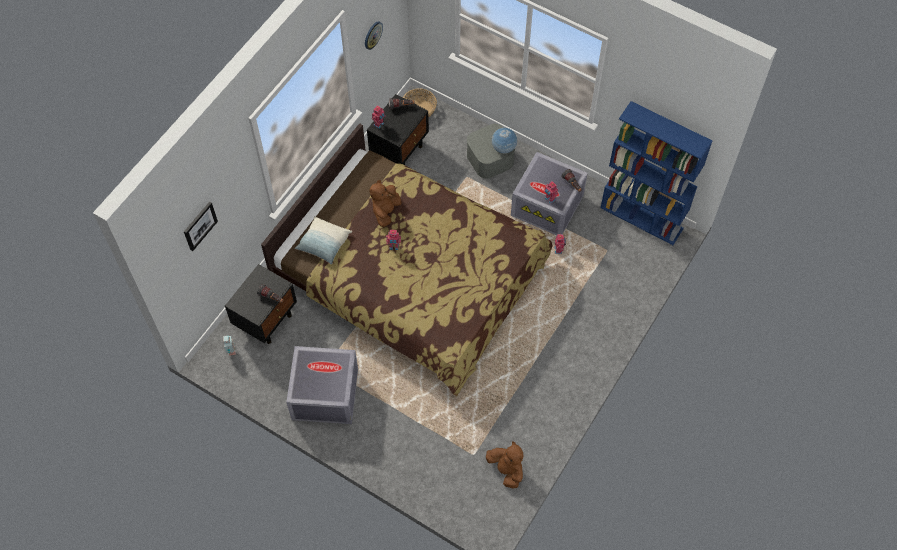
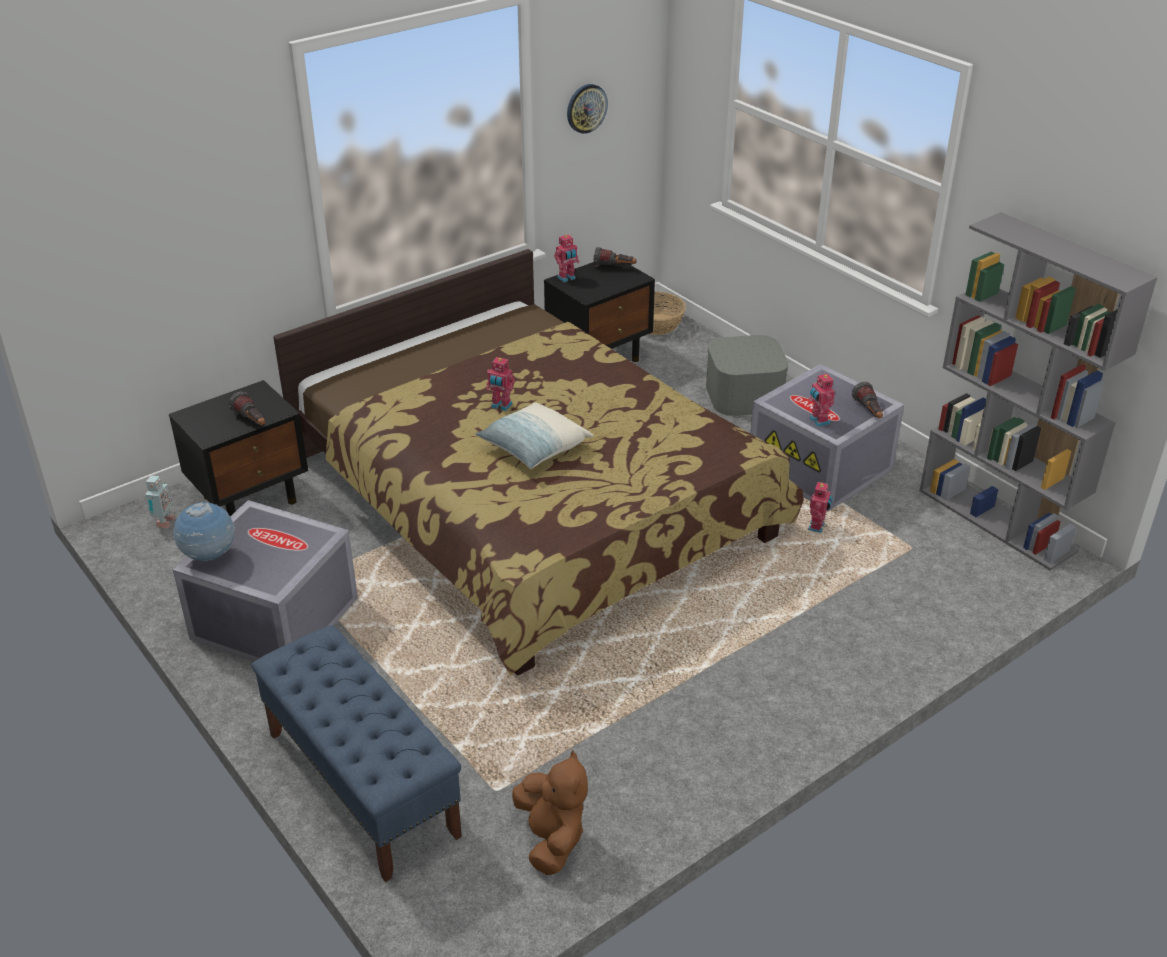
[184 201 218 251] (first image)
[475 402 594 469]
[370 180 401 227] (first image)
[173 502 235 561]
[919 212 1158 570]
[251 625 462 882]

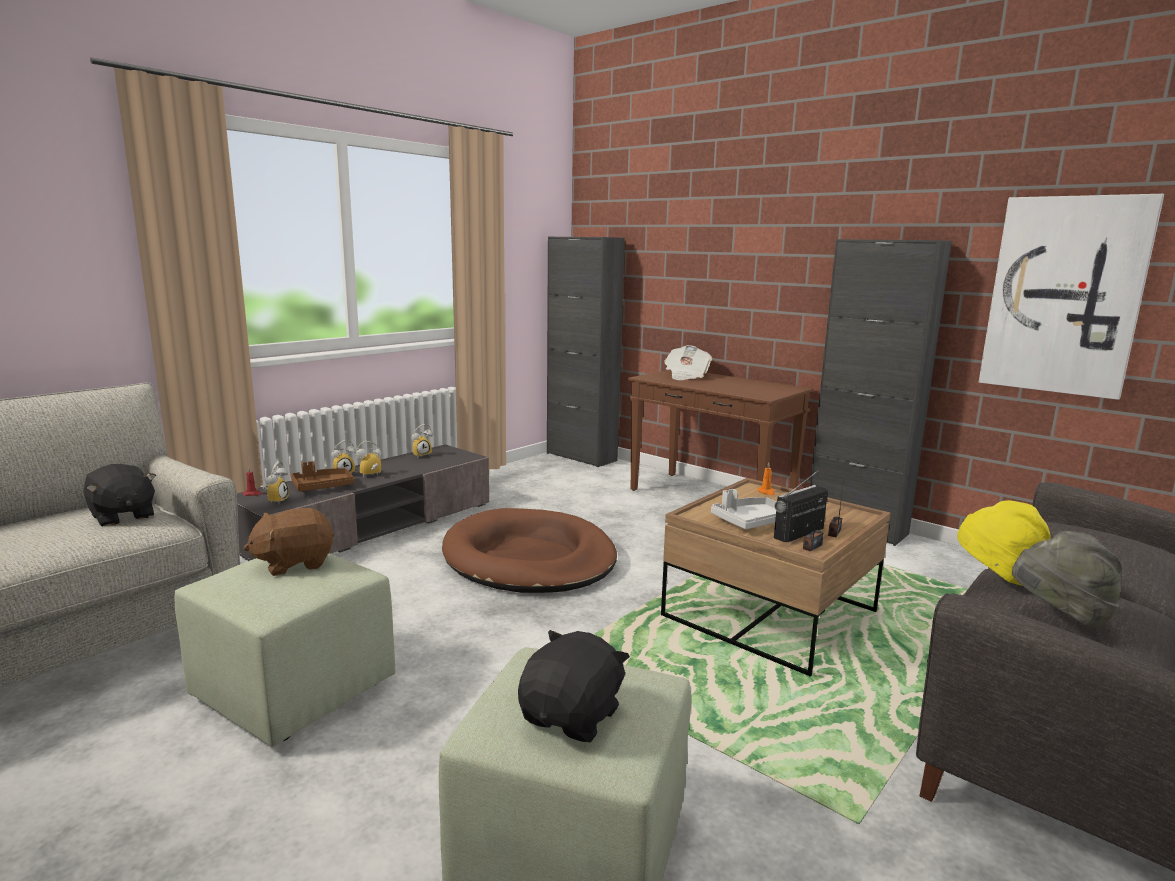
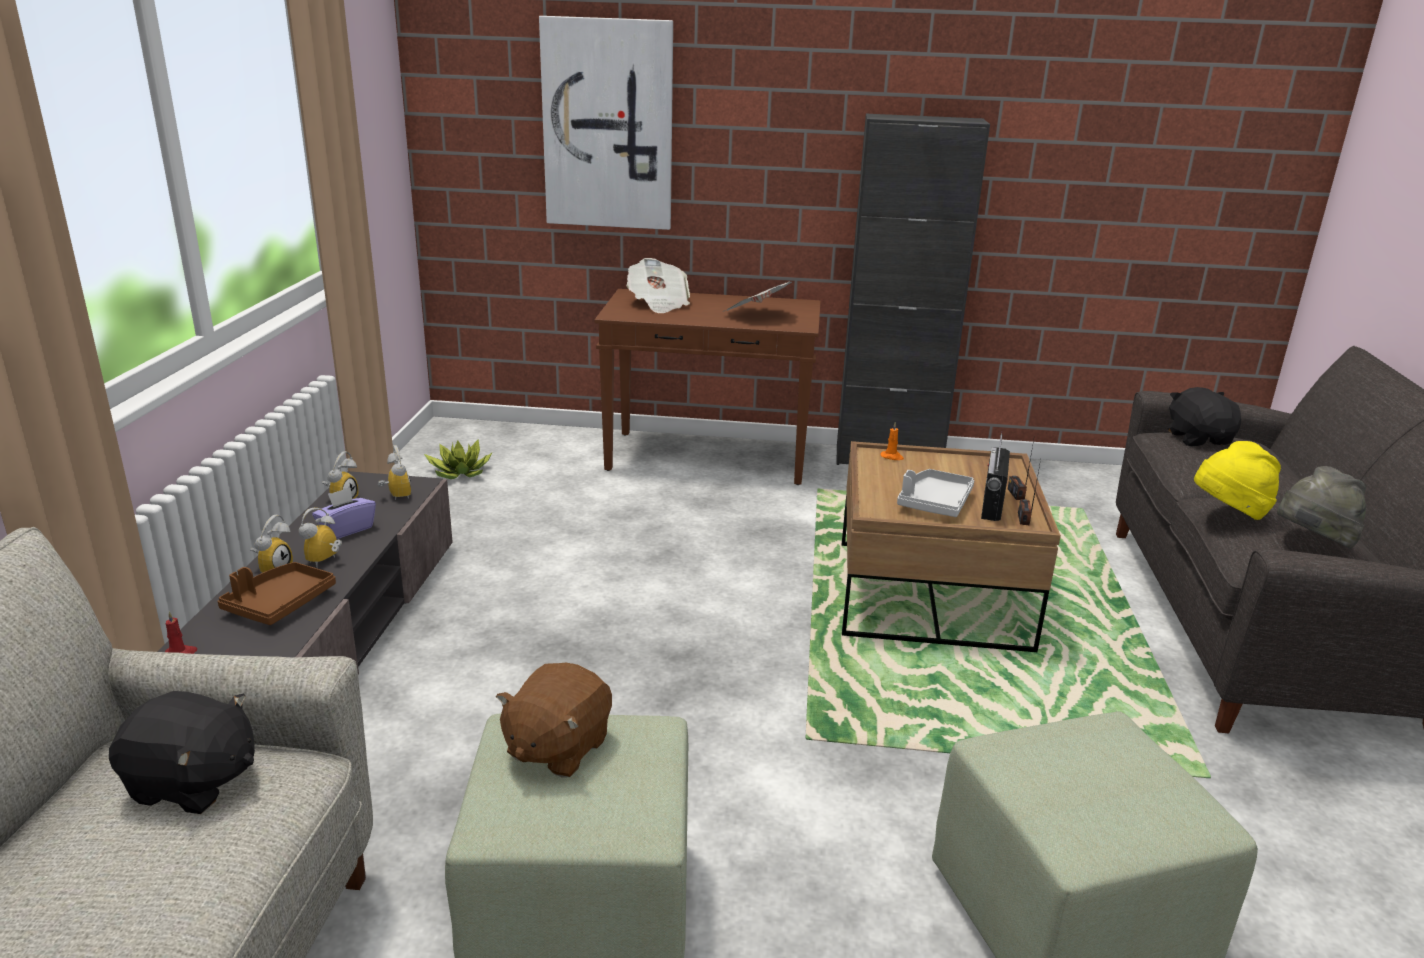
[378 445 411 500]
[442 508 617 593] (first image)
[1167 387 1241 446]
[547 237 625 467] (first image)
[539 16 673 230]
[312 488 376 539]
[424 440 492 479]
[724 282 792 311]

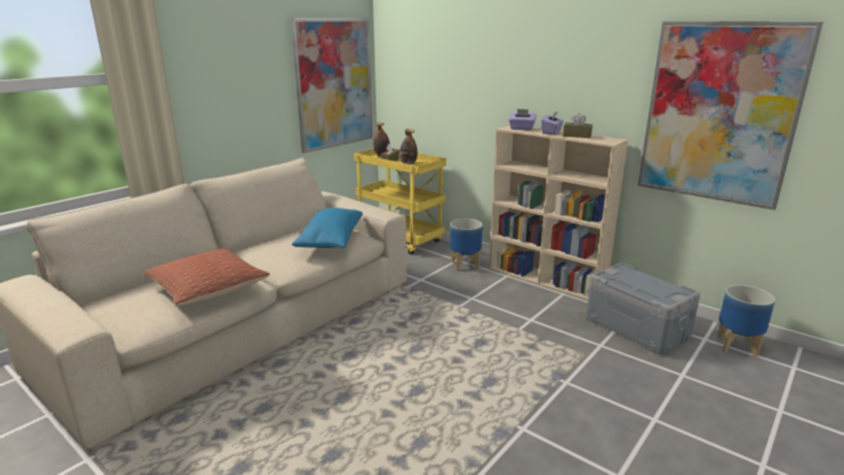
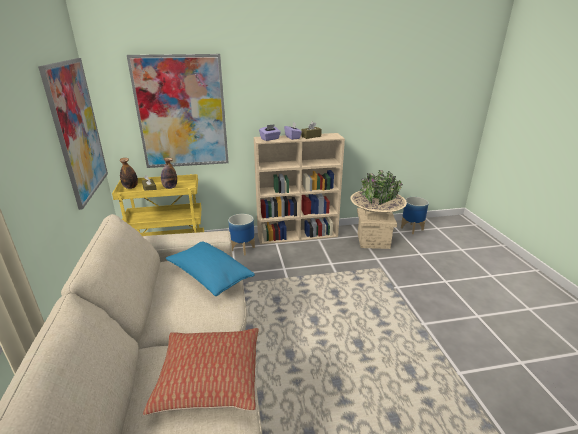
[351 170 407 249]
[127 54 229 168]

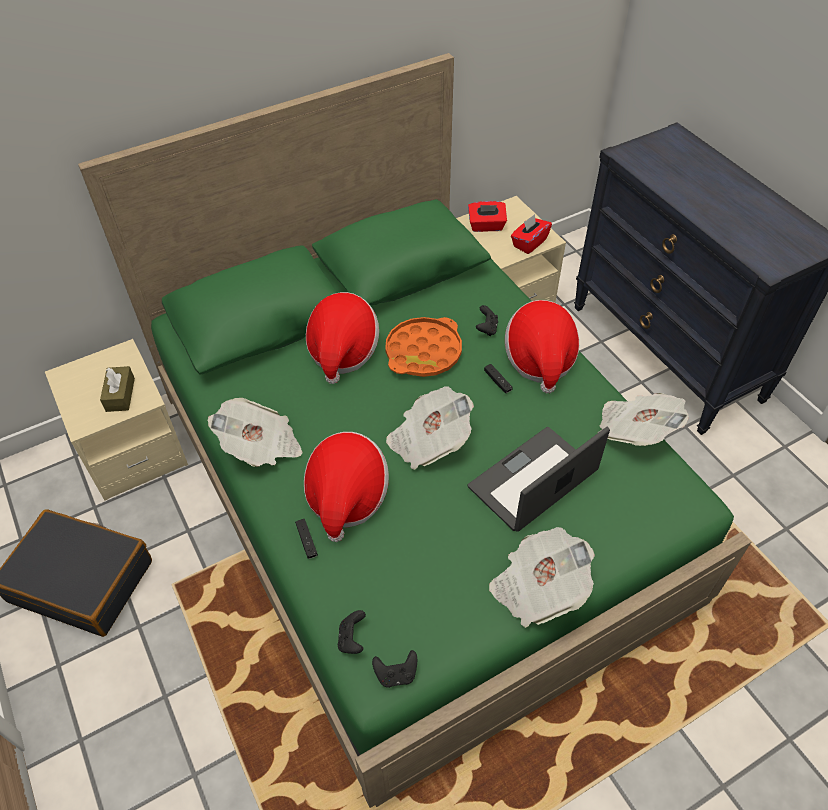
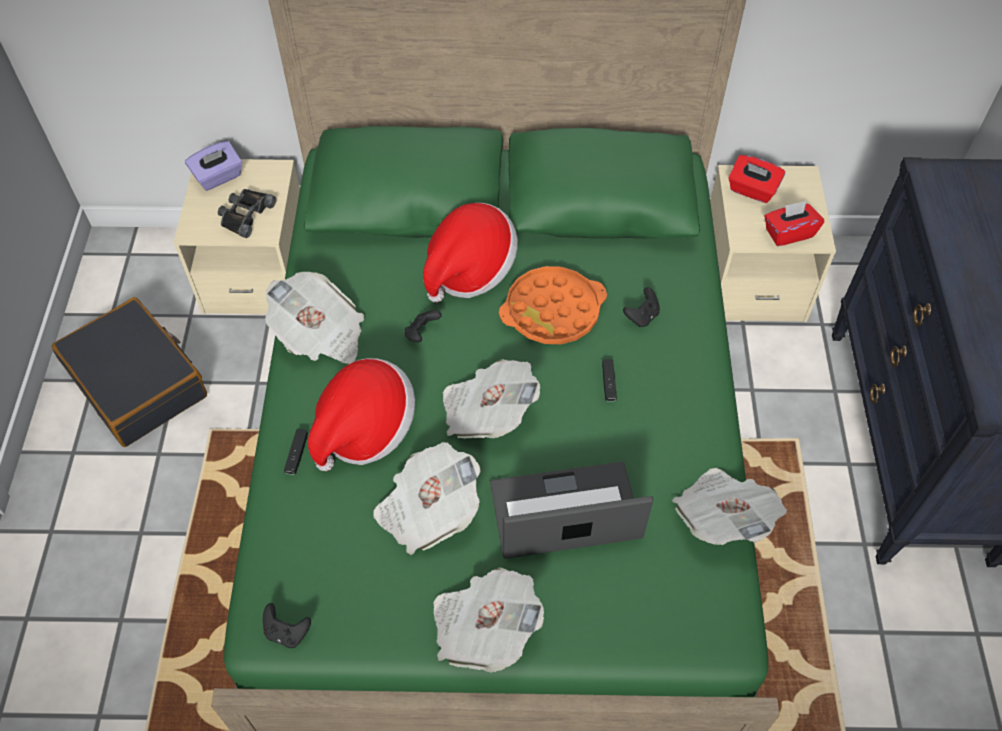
[218 189 276 238]
[405 310 441 342]
[505 300 579 393] (first image)
[185 141 242 191]
[374 442 481 555]

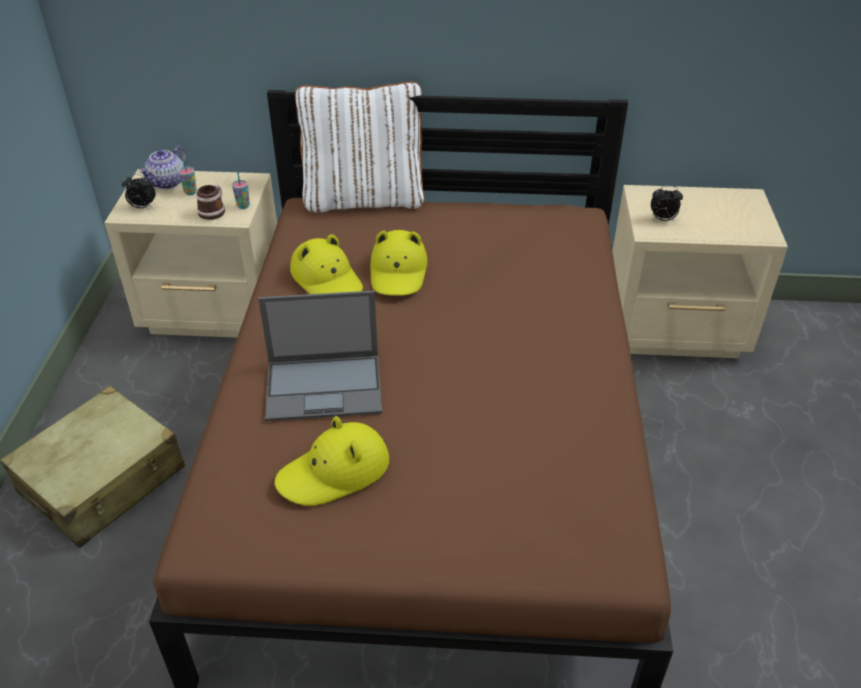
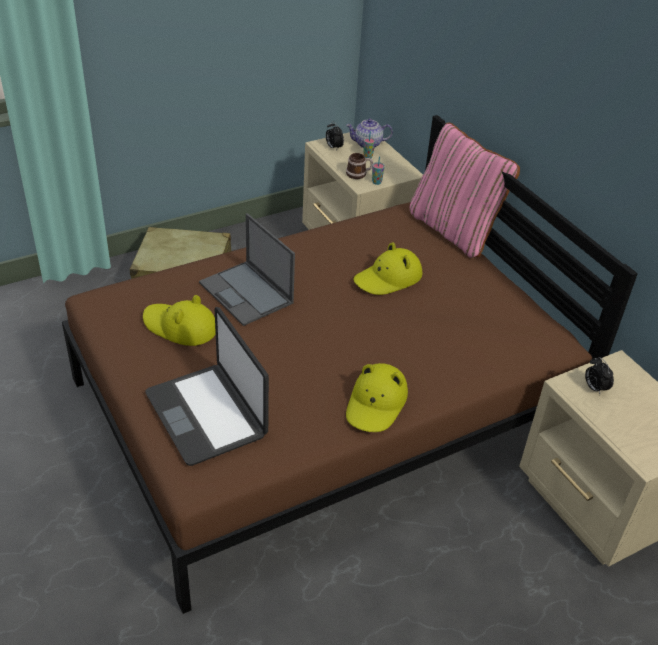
[346 363 408 432]
[410 123 520 258]
[145 307 269 466]

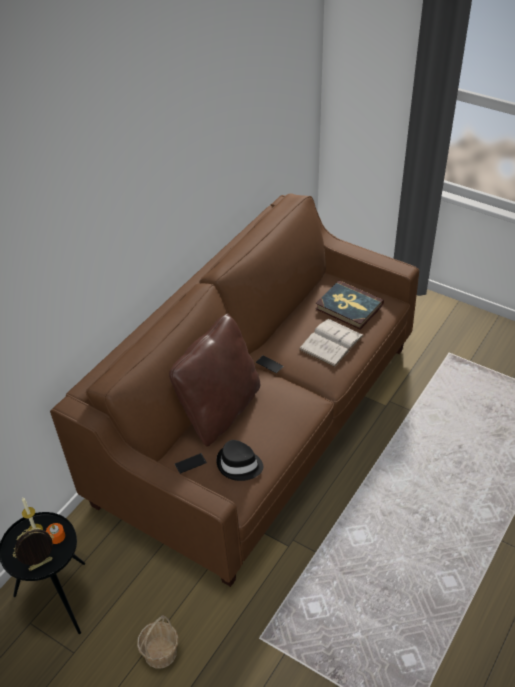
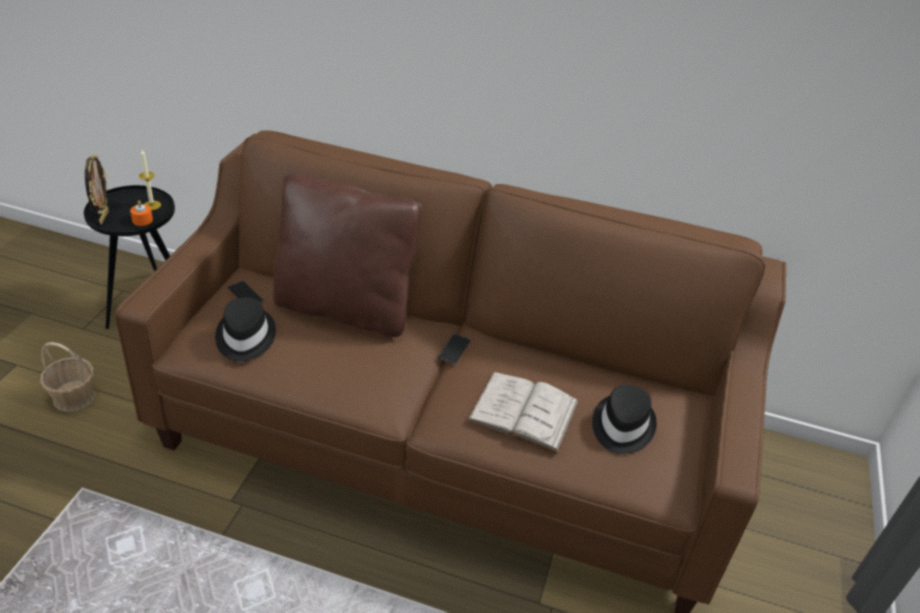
[85 154 109 224]
[592 385 657 454]

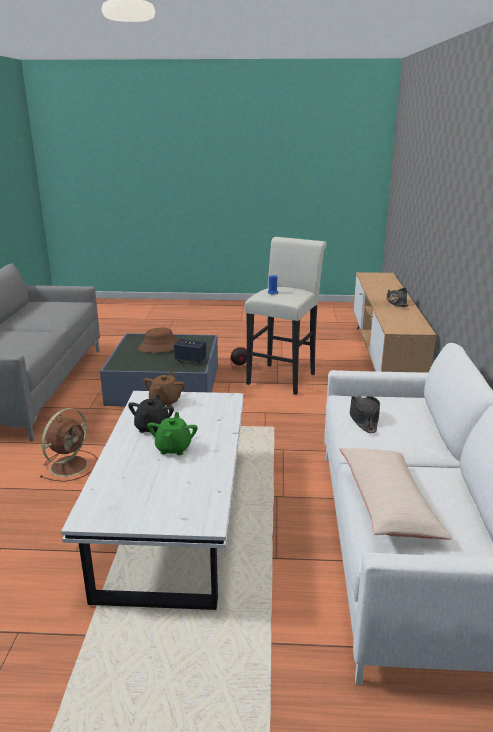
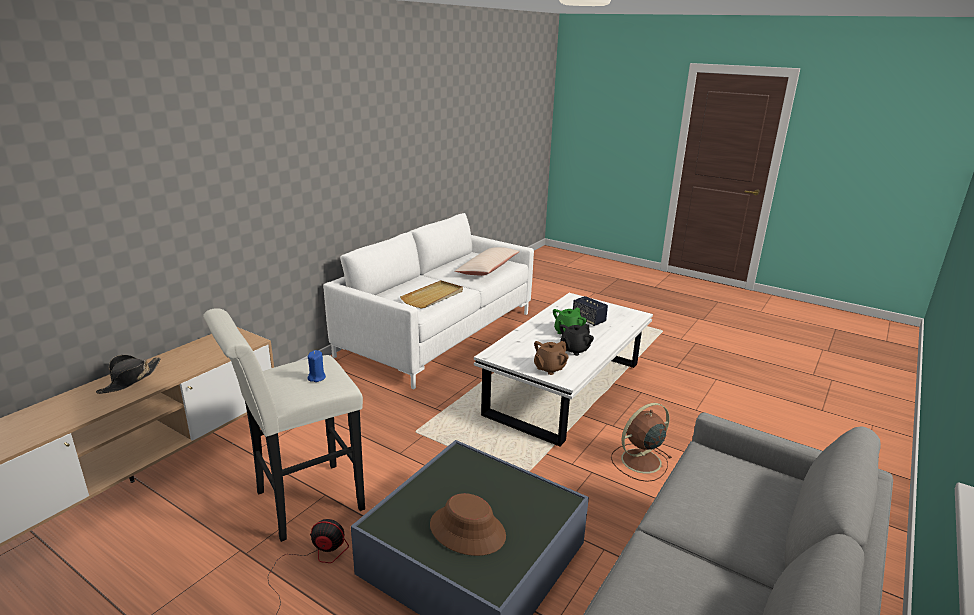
[573 296 608 326]
[400 280 463 308]

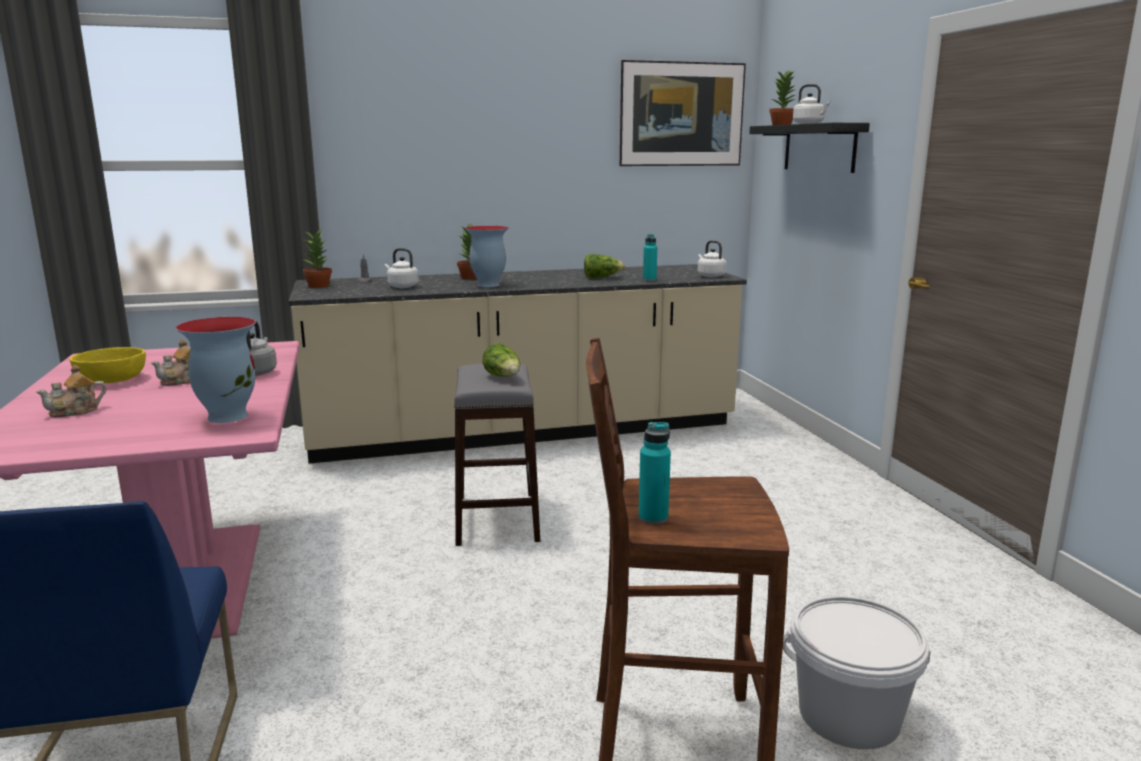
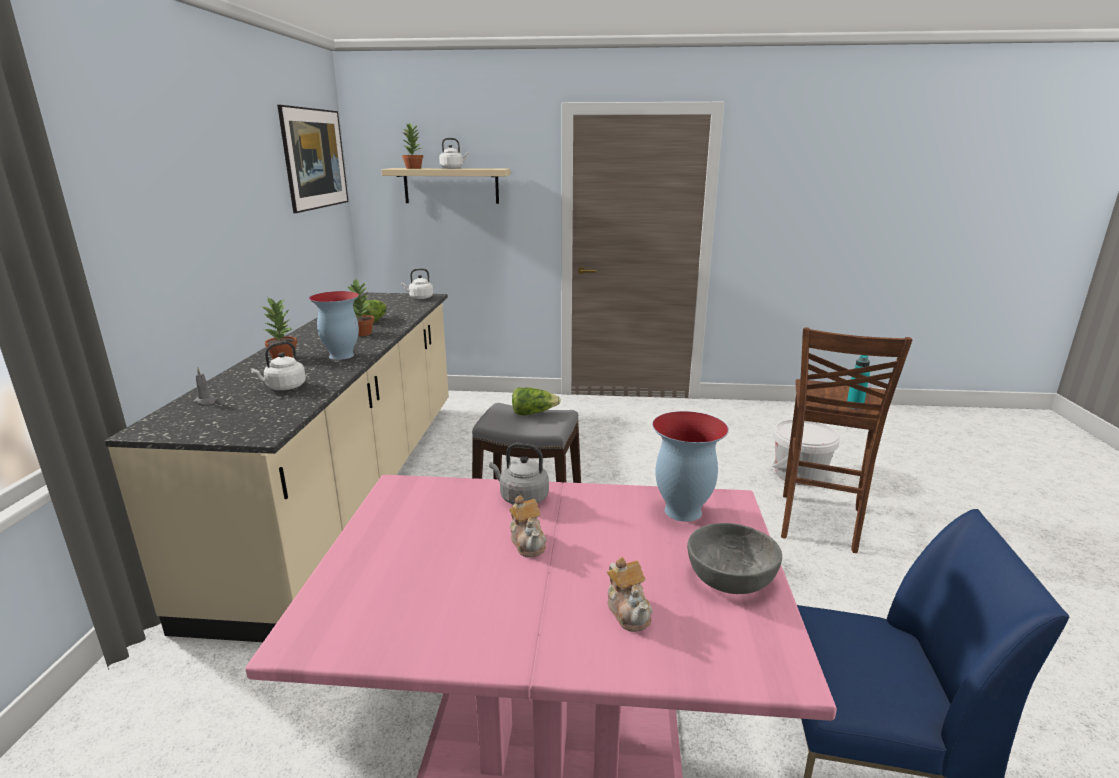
[70 347 146 383] (first image)
[347 279 374 336]
[643 234 657 281] (first image)
[381 168 511 204]
[687 523 782 594]

